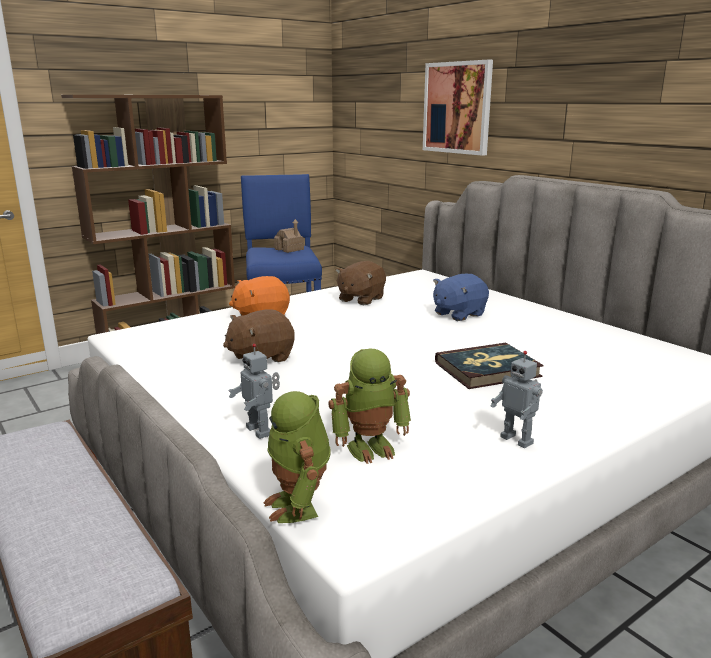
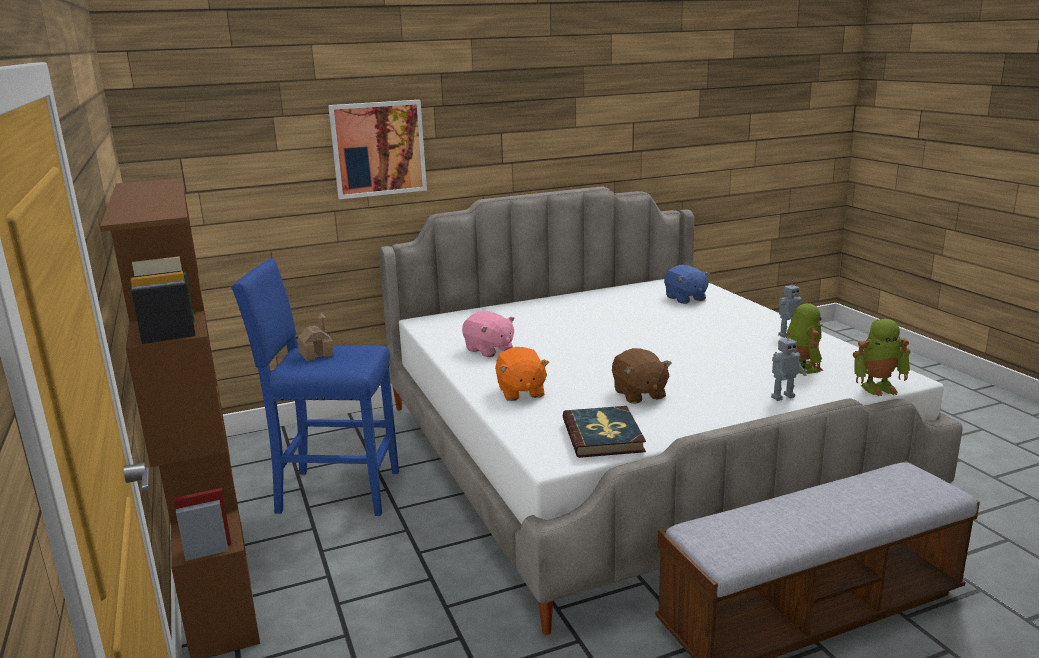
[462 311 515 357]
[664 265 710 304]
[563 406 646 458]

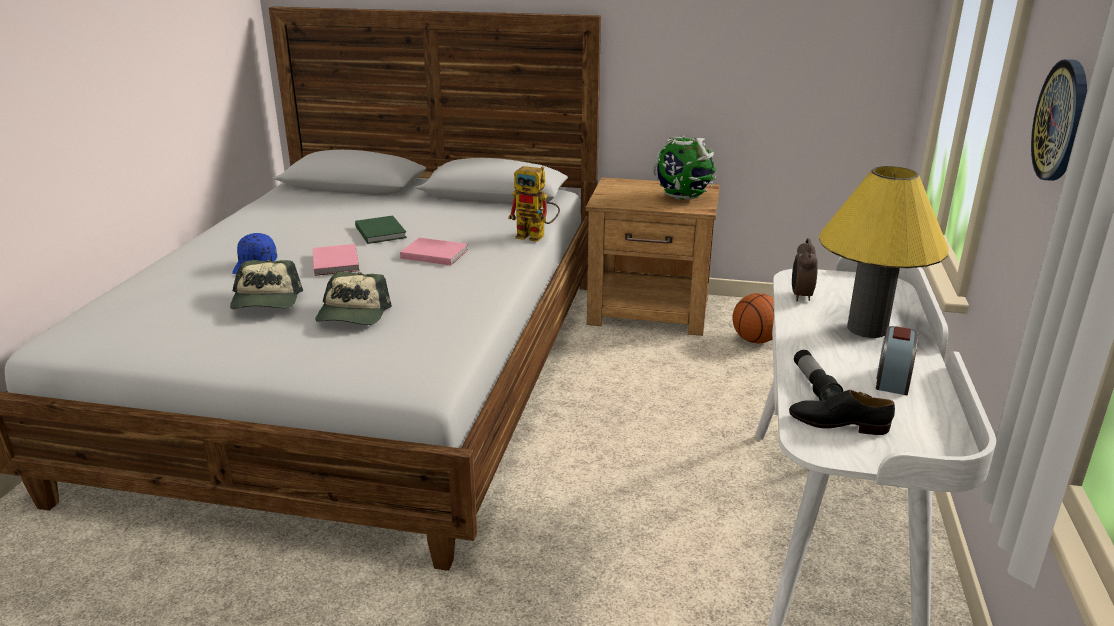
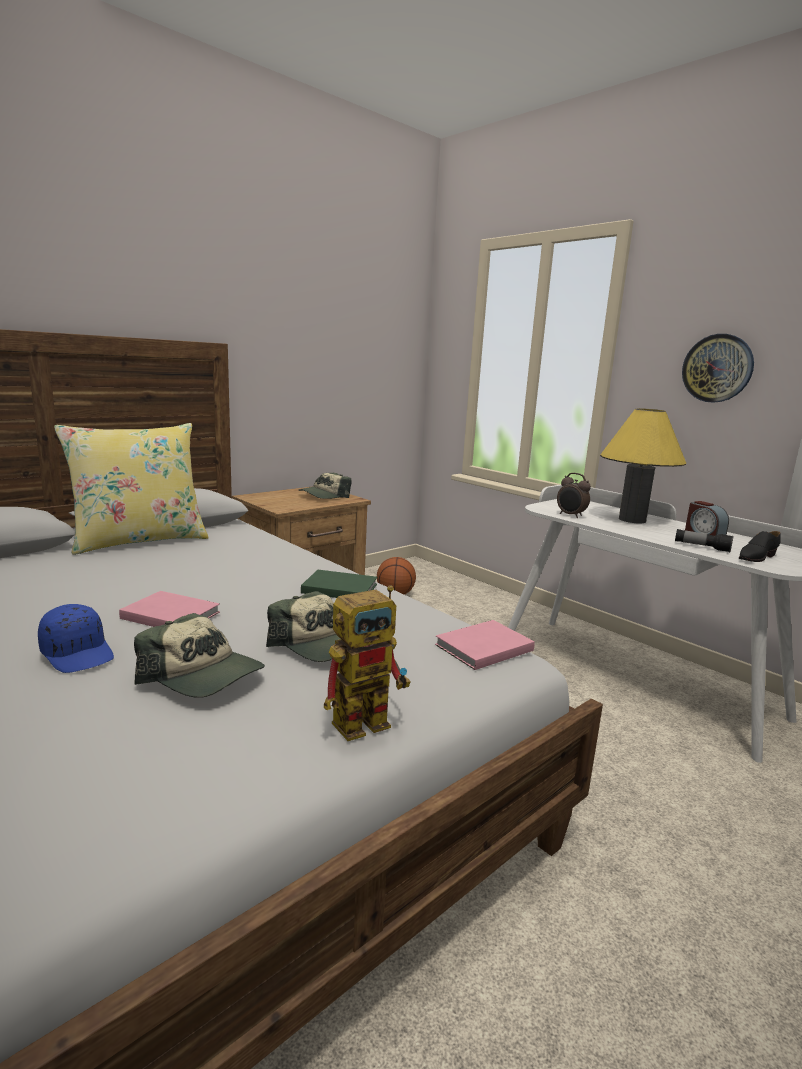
[301 570 377 598]
[435 620 535 670]
[324 585 411 741]
[298 473 351 499]
[54 423 209 555]

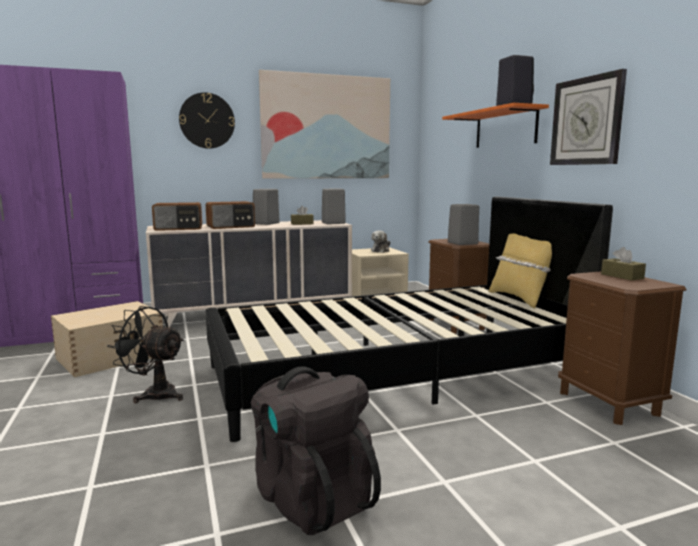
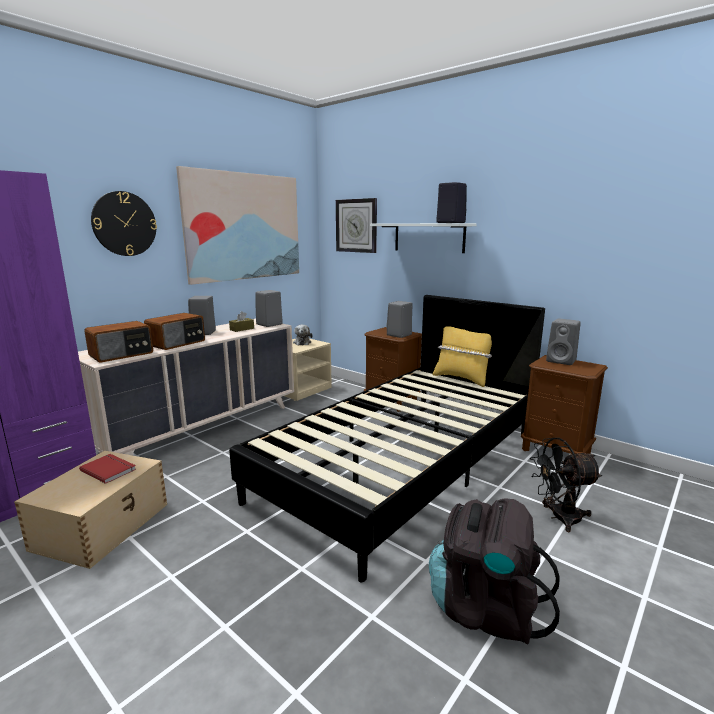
[530 438 602 532]
[370 223 477 253]
[336 198 377 253]
[546 318 581 365]
[79 454 136 484]

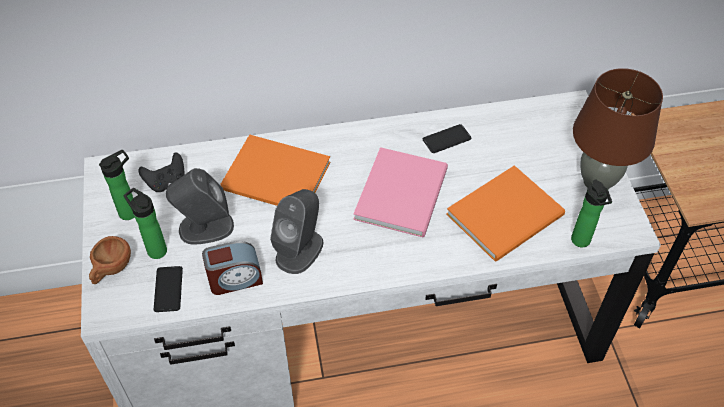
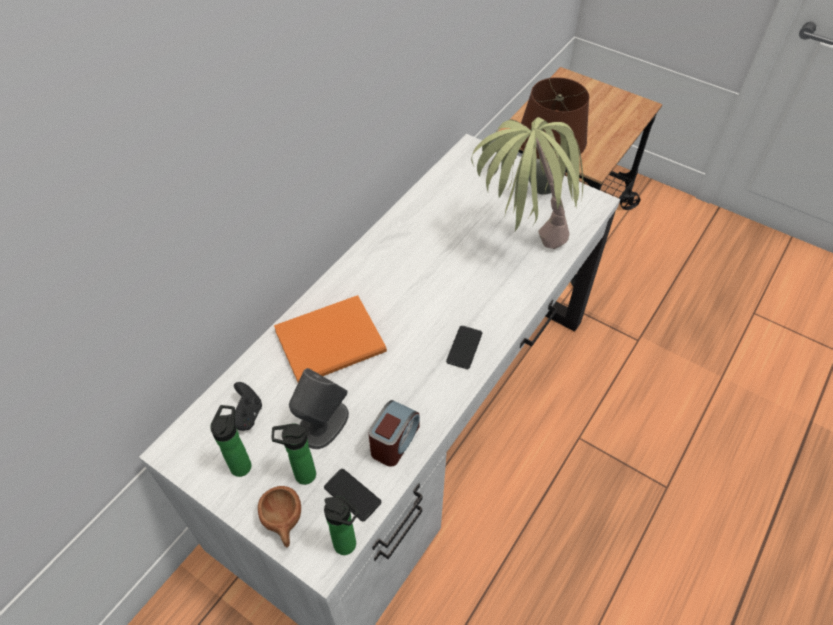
[270 189 324 274] (first image)
[353 147 448 237] (first image)
[446 326 482 369]
[471 117 583 249]
[324 497 359 555]

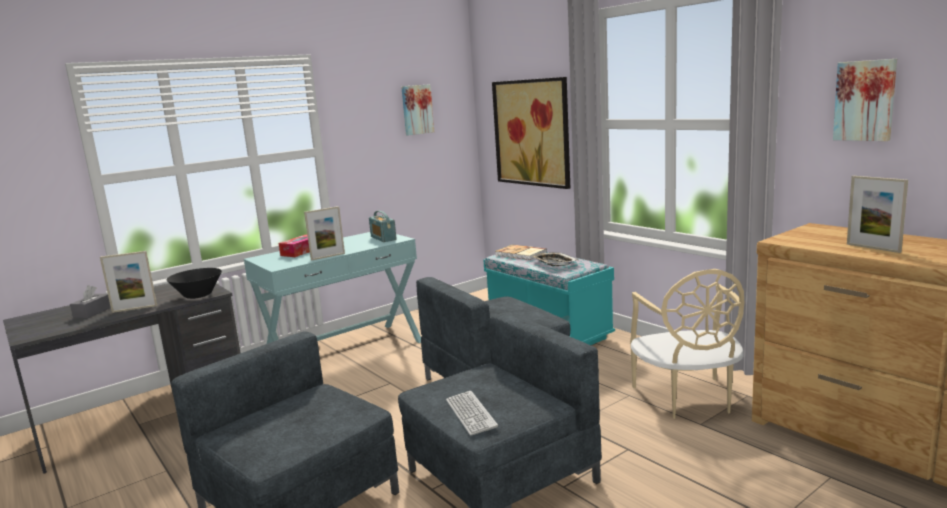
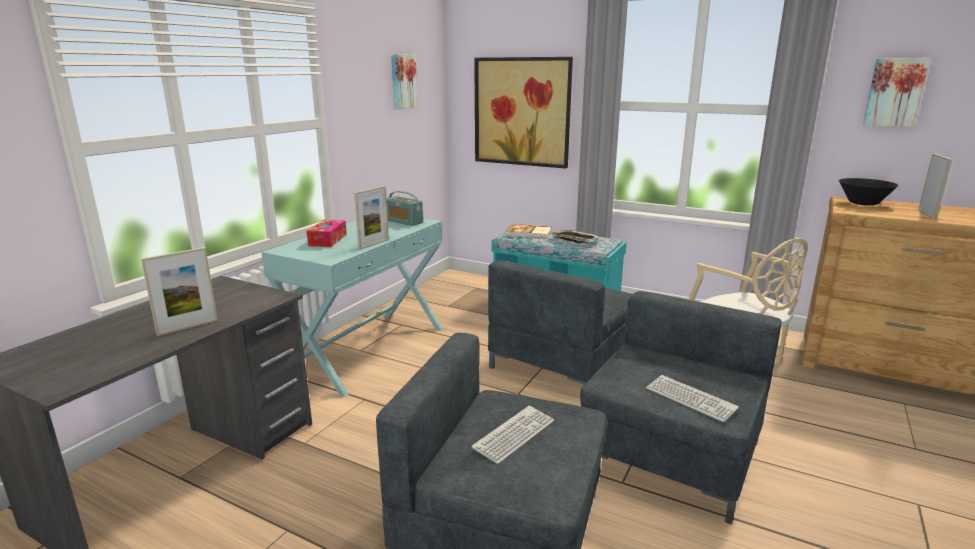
[70 285 111 318] (first image)
[839 178 898 206]
[918 153 953 220]
[472 406 554 464]

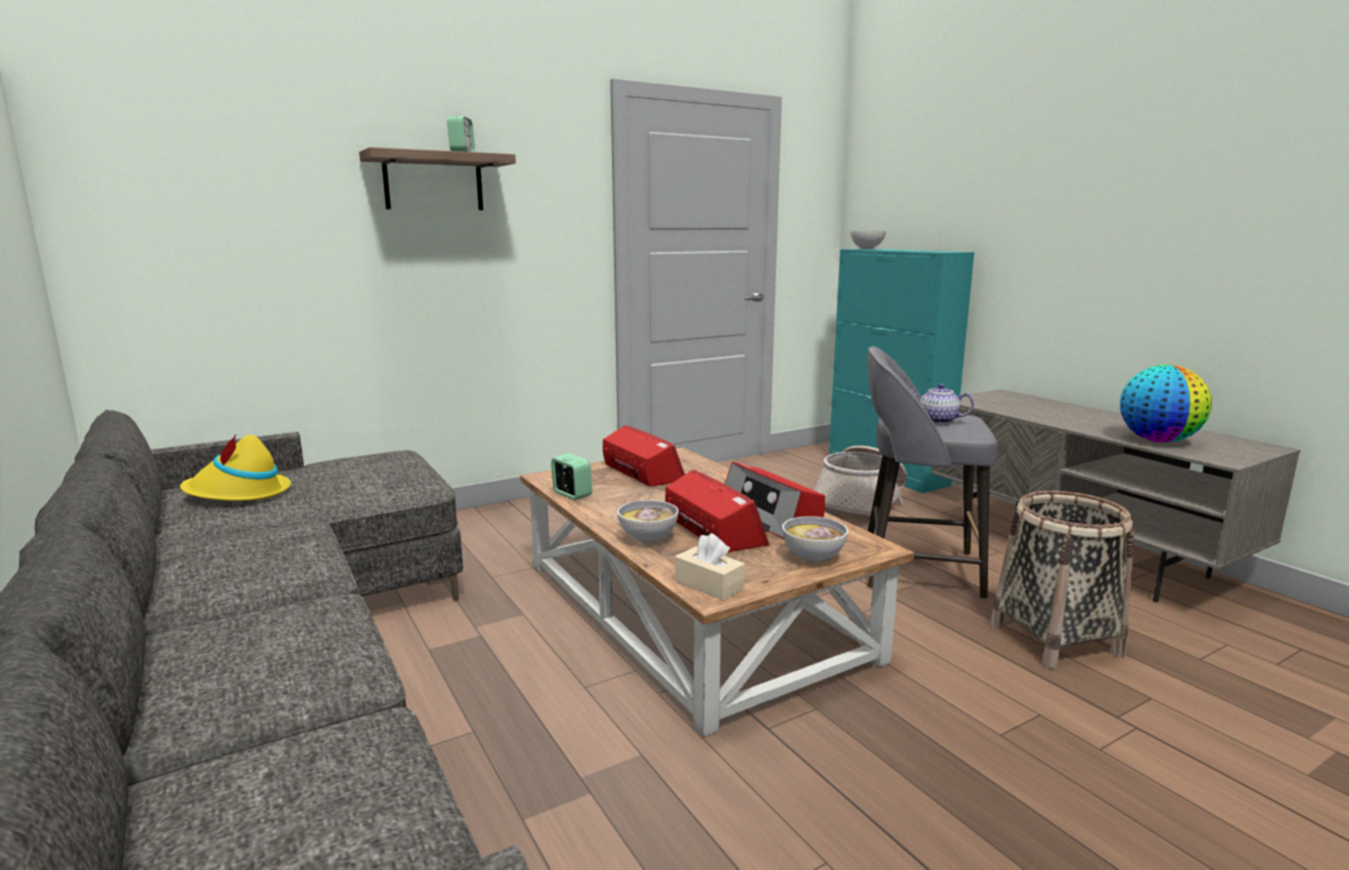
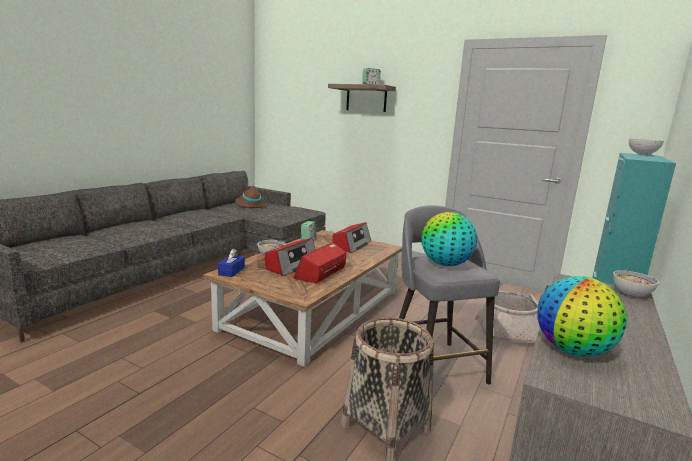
[235 184 267 208]
[218 249 245 277]
[613 270 659 297]
[421 212 477 266]

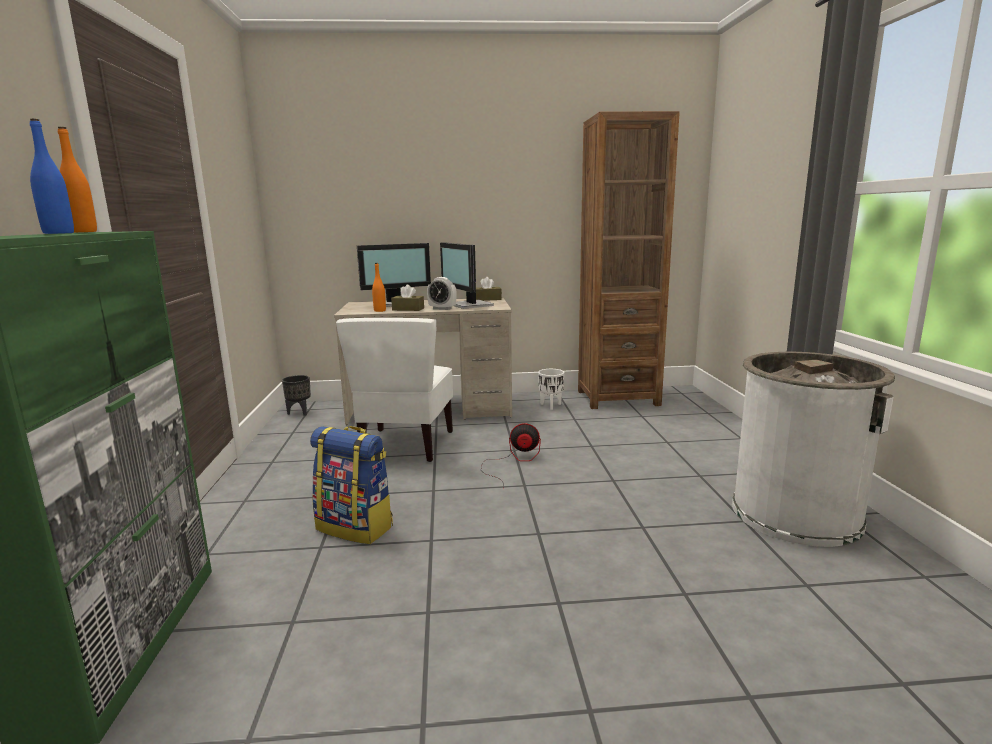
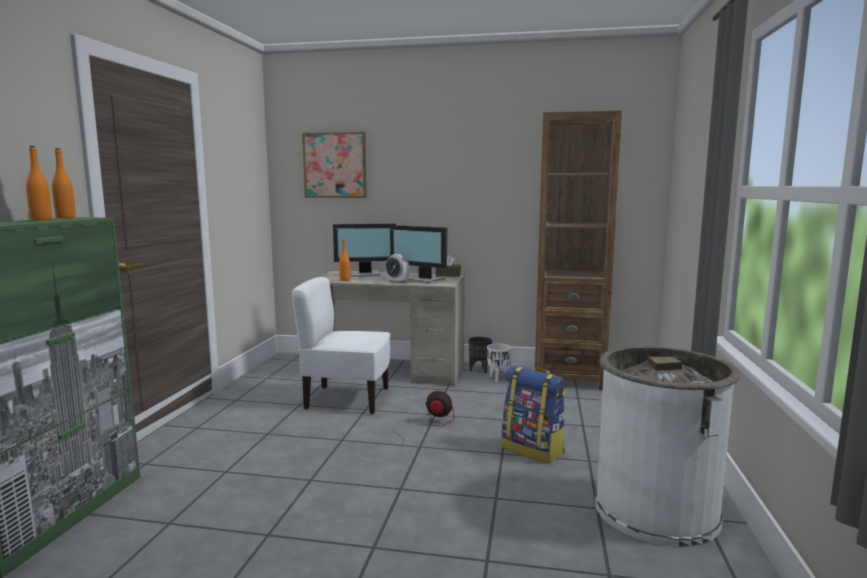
[26 146 52 220]
[469 337 492 374]
[502 366 566 464]
[291 277 390 414]
[391 285 424 311] (first image)
[390 225 447 284]
[302 132 367 198]

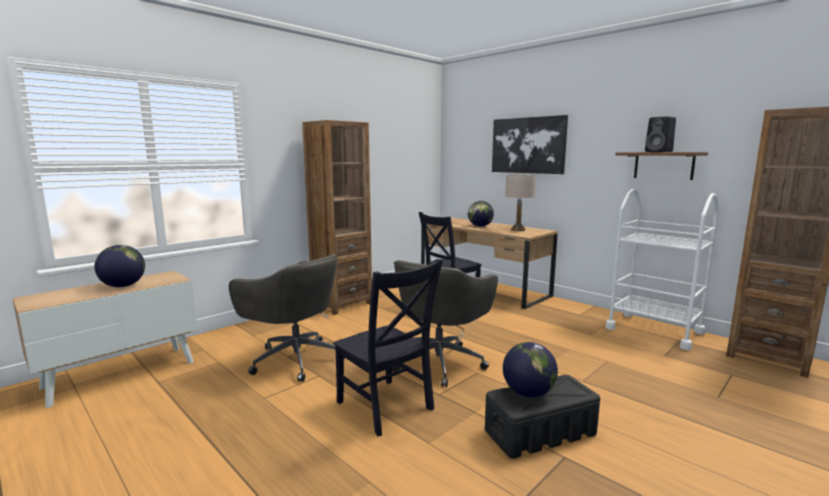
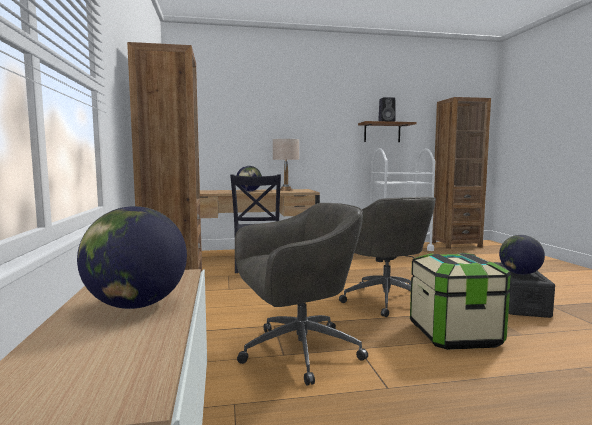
[410 253 511 350]
[492 115 568 174] (first image)

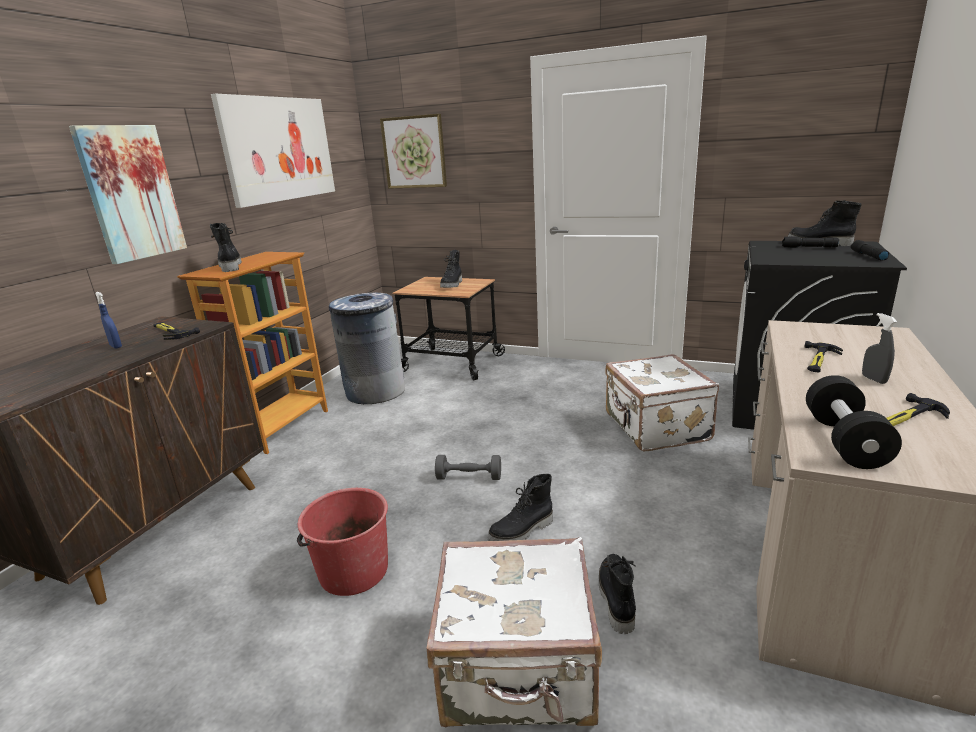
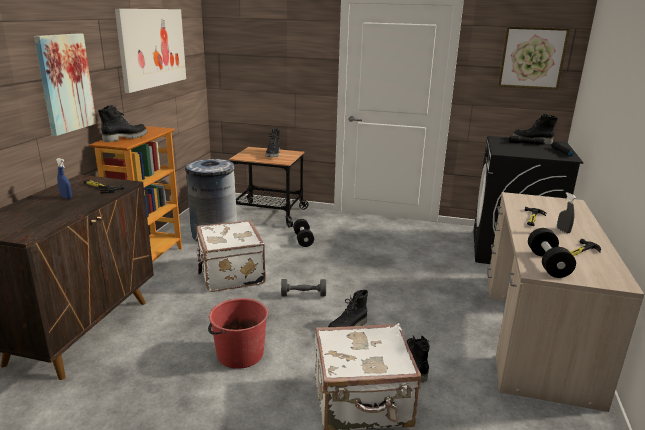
[98 105 147 142]
[498 26 570 90]
[195 220 266 292]
[293 219 314 247]

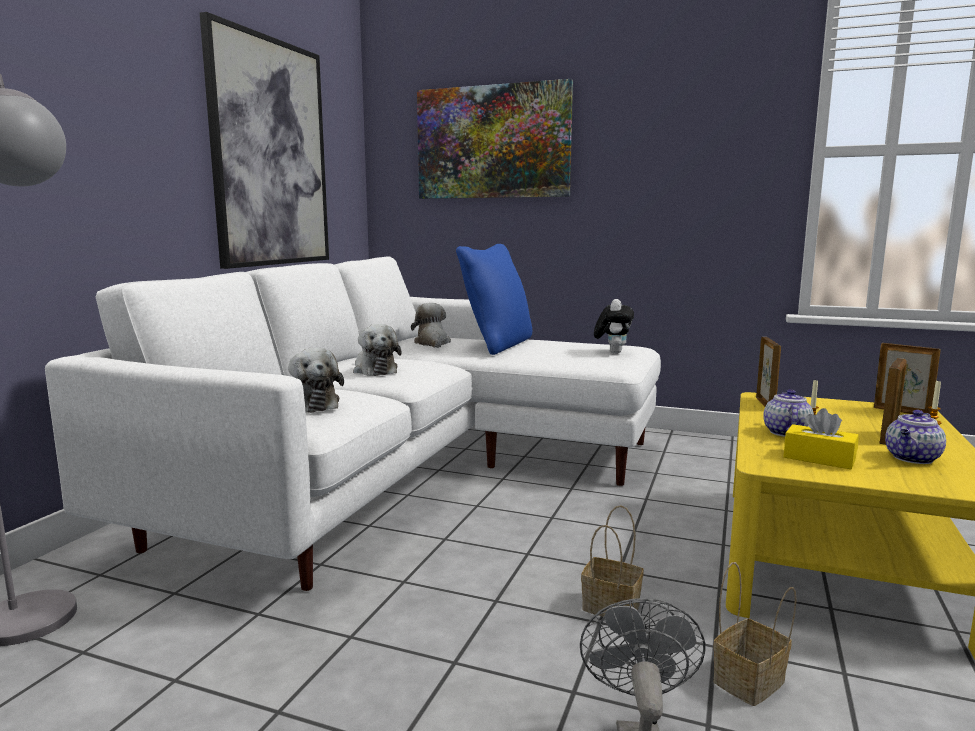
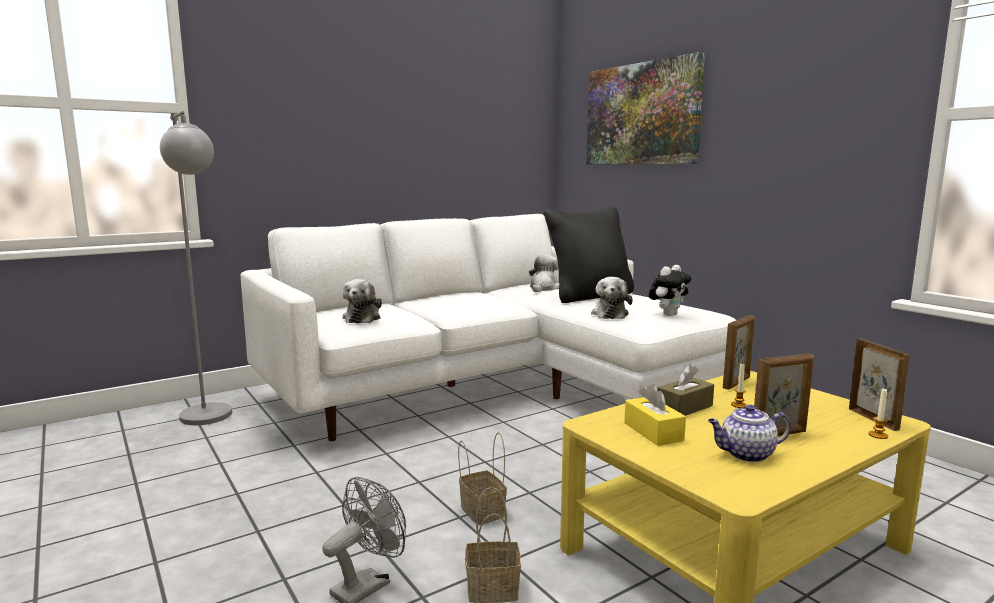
[200 12 329 269] (first image)
[591 277 633 319]
[544 207 634 303]
[657 364 714 416]

